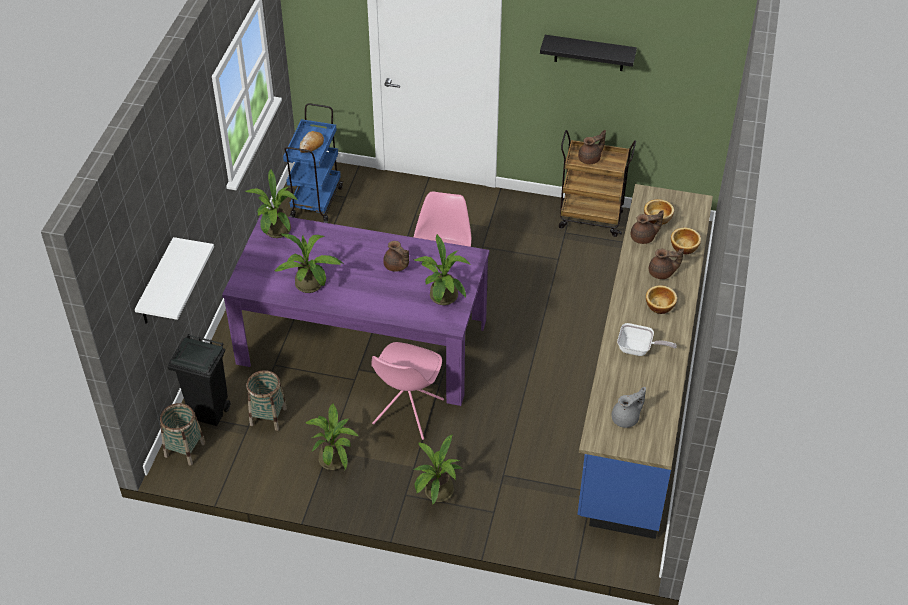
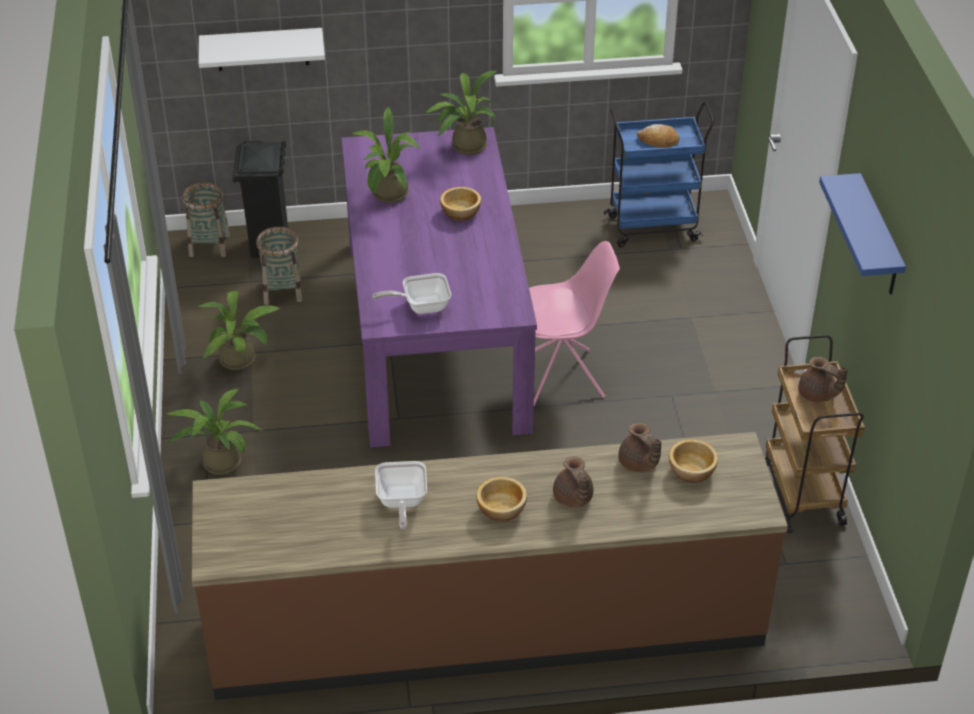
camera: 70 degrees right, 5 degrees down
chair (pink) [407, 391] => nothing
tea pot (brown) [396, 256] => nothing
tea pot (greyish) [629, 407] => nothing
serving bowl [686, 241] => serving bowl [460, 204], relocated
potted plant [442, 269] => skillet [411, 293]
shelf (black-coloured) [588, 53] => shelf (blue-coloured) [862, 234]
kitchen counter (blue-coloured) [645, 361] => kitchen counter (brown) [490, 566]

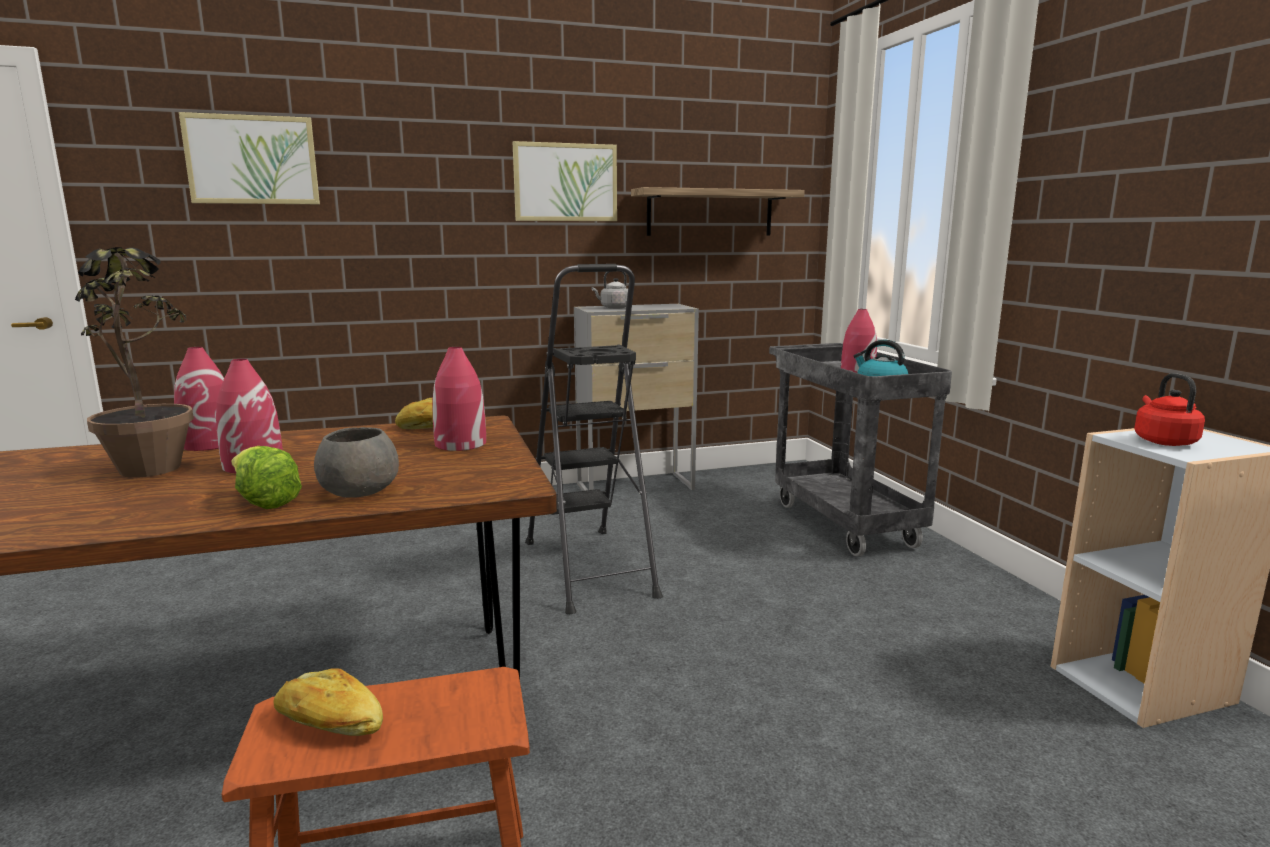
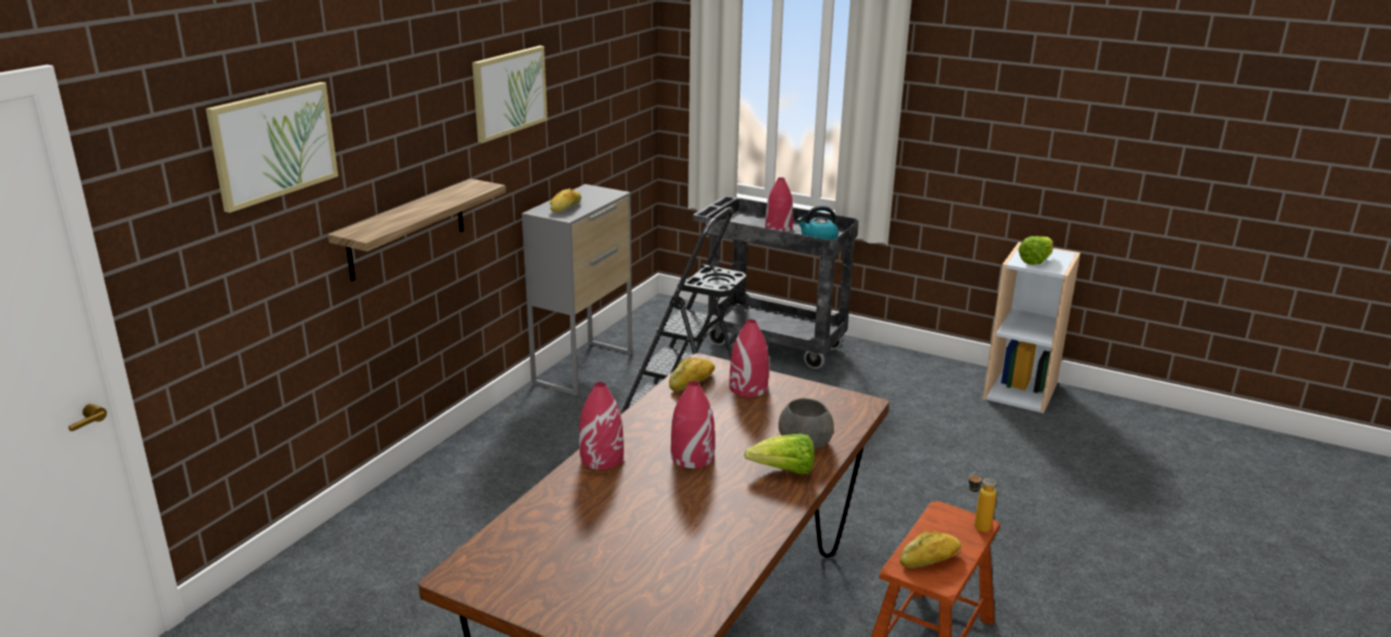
camera: 45 degrees left, 10 degrees up
potted plant [134, 362] => nothing
nothing => drink bottle [982, 502]
shelf [718, 211] => shelf [417, 230], relocated
tea kettle (greyish) [610, 290] => bakery bread [565, 200]
tea kettle (red) [1169, 409] => lettuce [1035, 250]

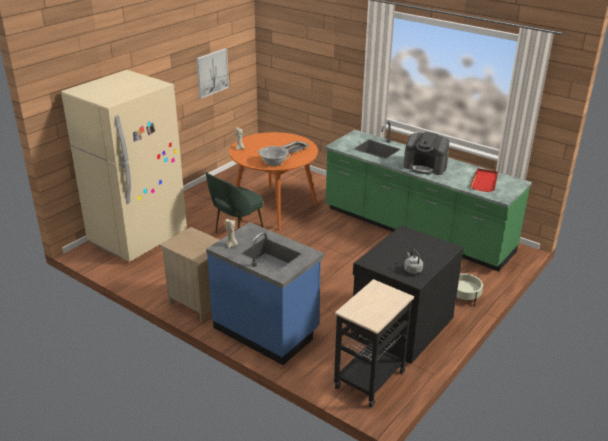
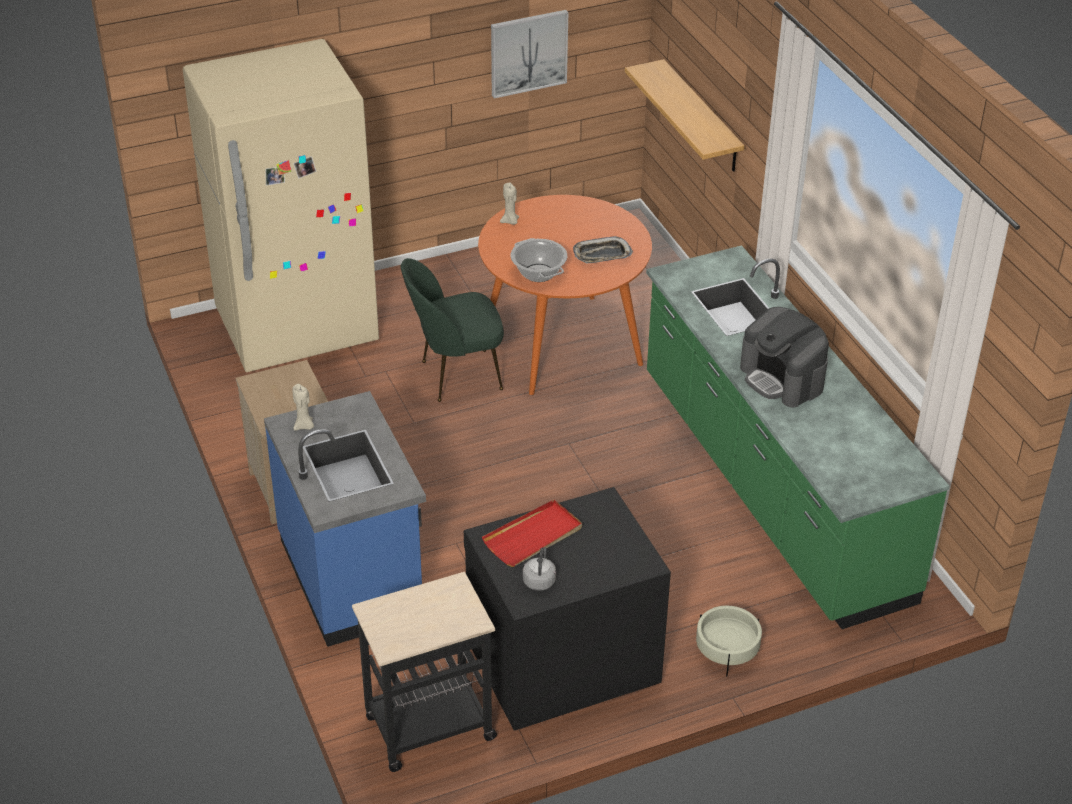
camera: 30 degrees right, 10 degrees up
nothing => shelf [685, 115]
carrying tray (red) [484, 180] => carrying tray (red) [532, 533], relocated

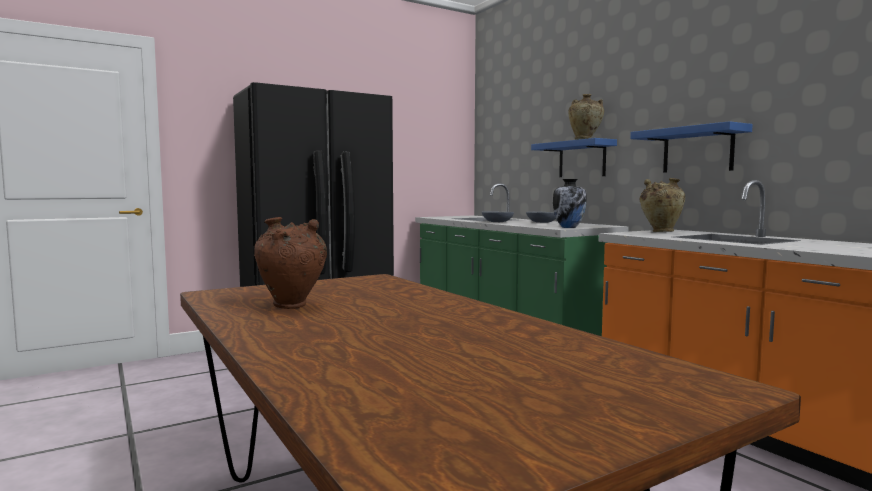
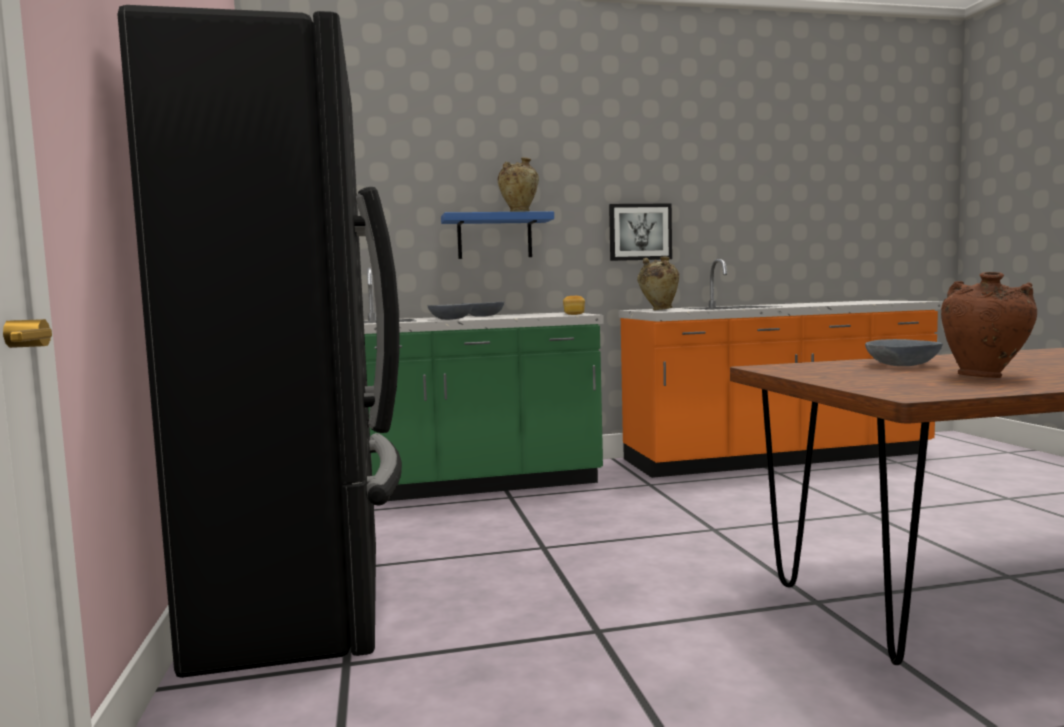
camera: 70 degrees left, 0 degrees up
nothing => serving bowl (greyish) [904, 352]
vase [570, 203] => bakery bread [574, 305]
shelf (blue-coloured) [691, 147] => wall picture [640, 232]

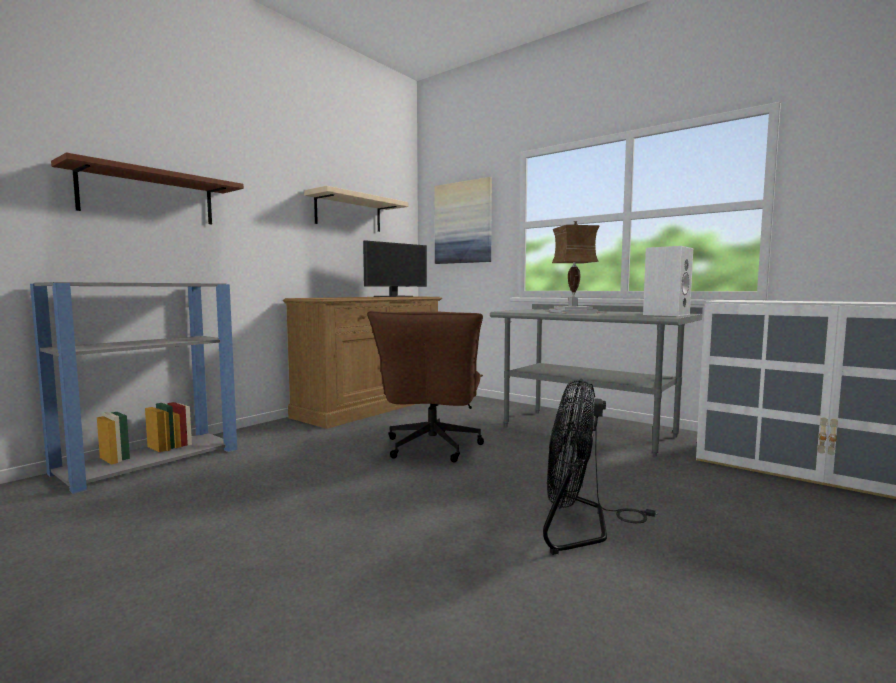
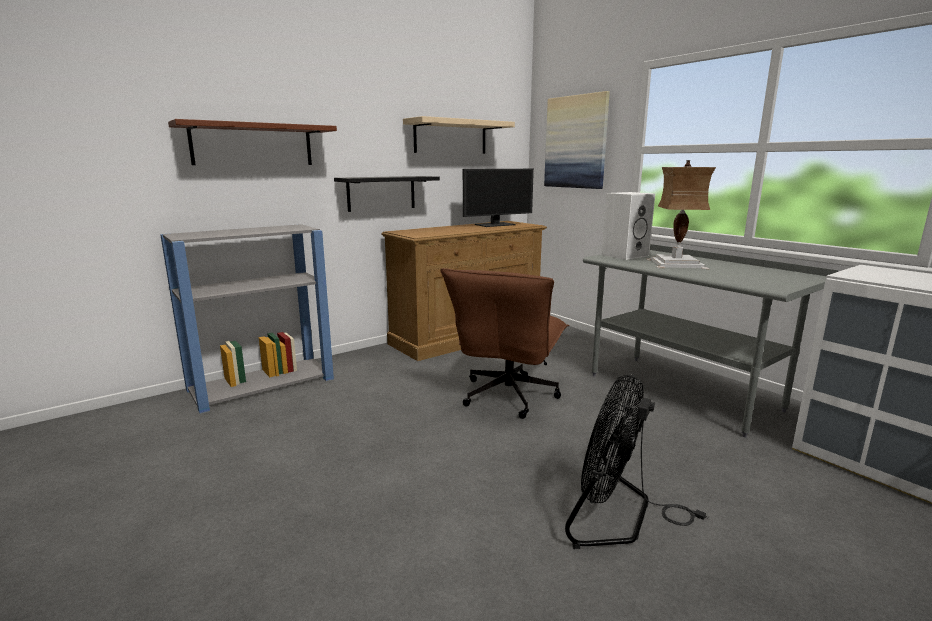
camera: 15 degrees right, 10 degrees up
nothing => shelf (black-coloured) [387, 194]
loudspeaker (white-coloured) [668, 281] => loudspeaker (white-coloured) [628, 226], relocated

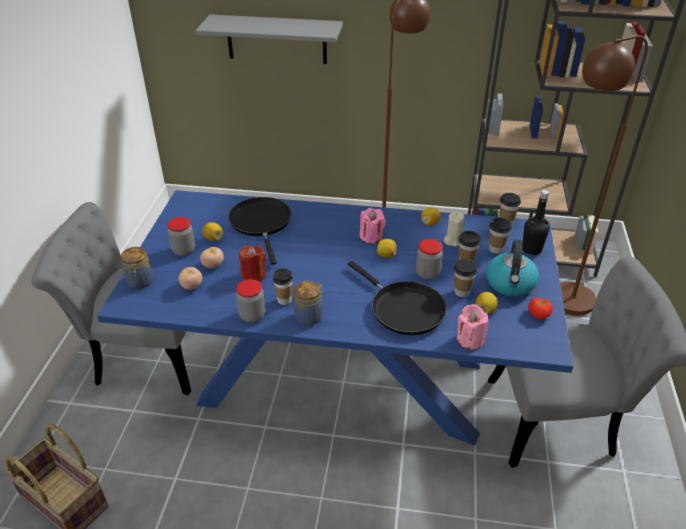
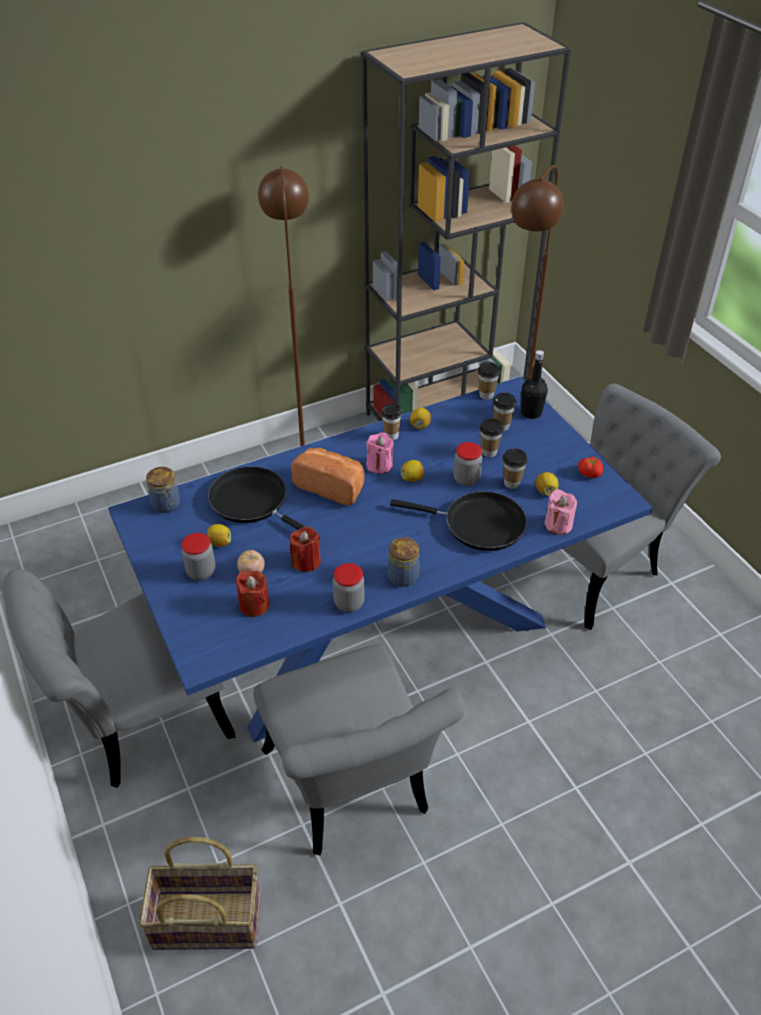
camera: 35 degrees left, 5 degrees up
shelf (greyish) [269, 39] => nothing
candle (beige-coloured) [454, 229] => nothing
tea kettle [512, 268] => nothing
nothing => chair (greyish) [359, 749]
nothing => bakery bread [328, 477]
preserve jar [137, 268] => preserve jar [163, 490], relocated
drinking cup [283, 287] => drinking cup [392, 422], relocated
whole tomato [190, 278] => candle (red) [252, 593]

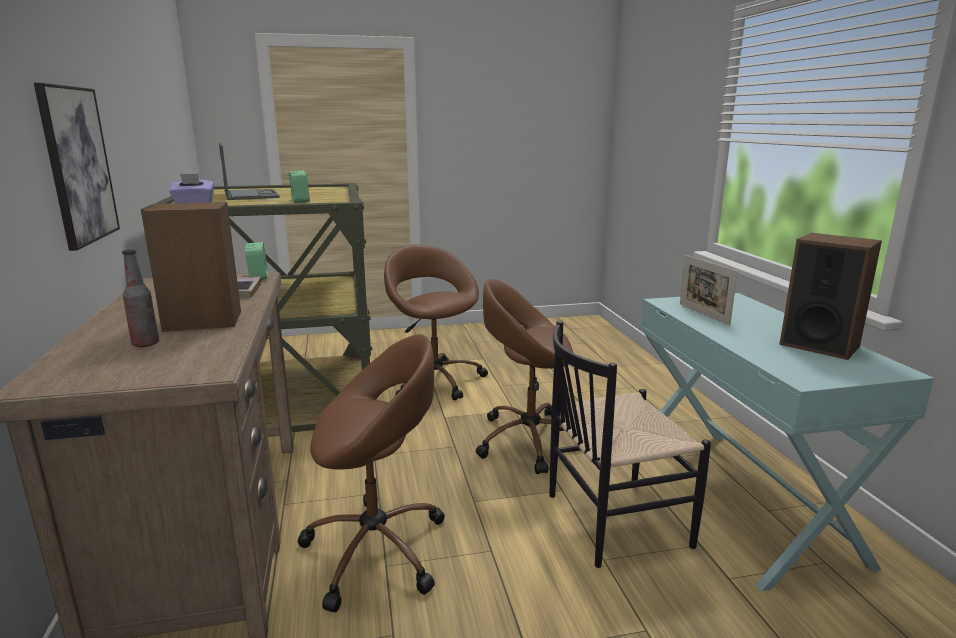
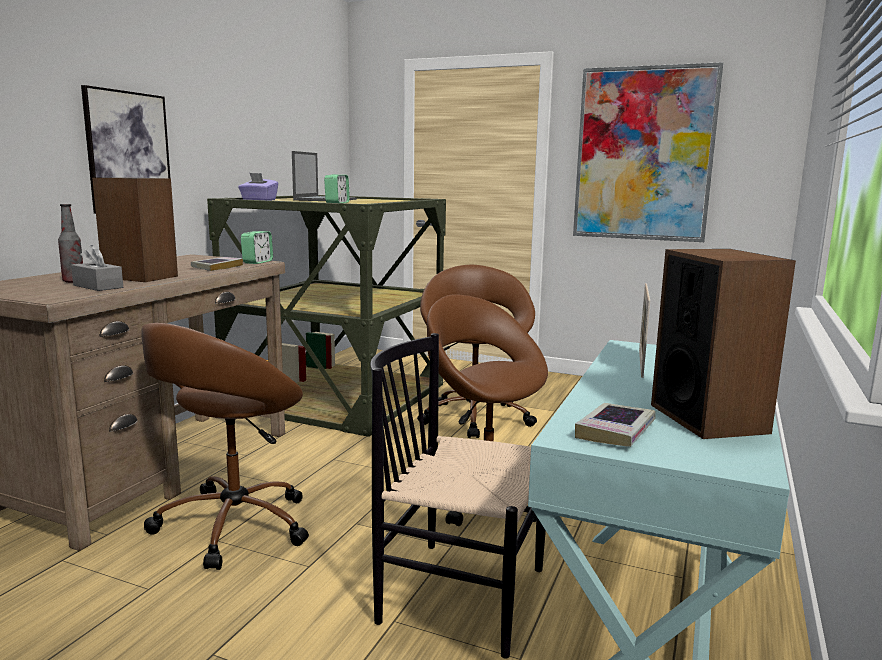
camera: 35 degrees right, 5 degrees down
nothing => tissue holder (greyish) [97, 268]
nothing => wall picture [648, 152]
nothing => bound book [615, 425]
computer chair (brown) [371, 473] => computer chair (brown) [225, 446], 90 degrees clockwise

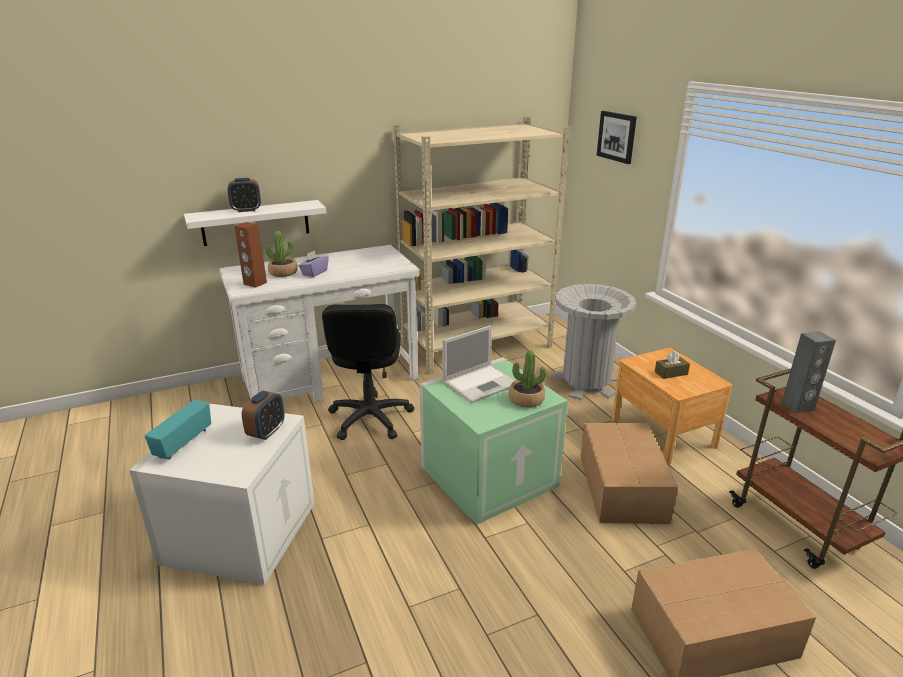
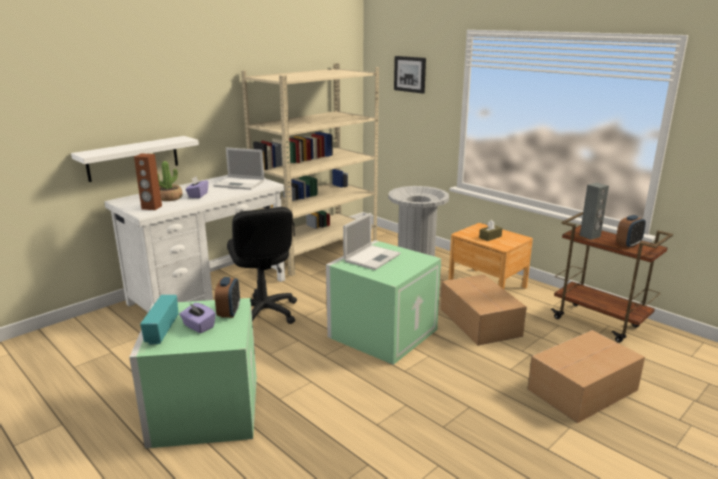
camera: 20 degrees left, 5 degrees down
potted plant [527, 379] => nothing
nothing => tissue holder (purple) [197, 318]
nothing => notebook computer [239, 168]
table clock [244, 195] => table clock [631, 231], relocated
storage container (white-coloured) [222, 494] => storage container (greenish) [193, 373]

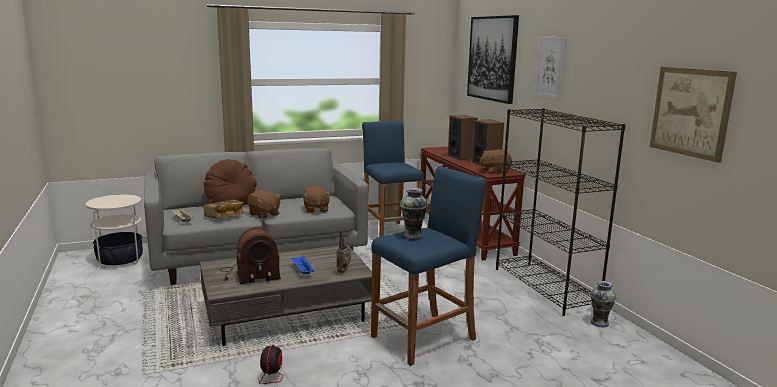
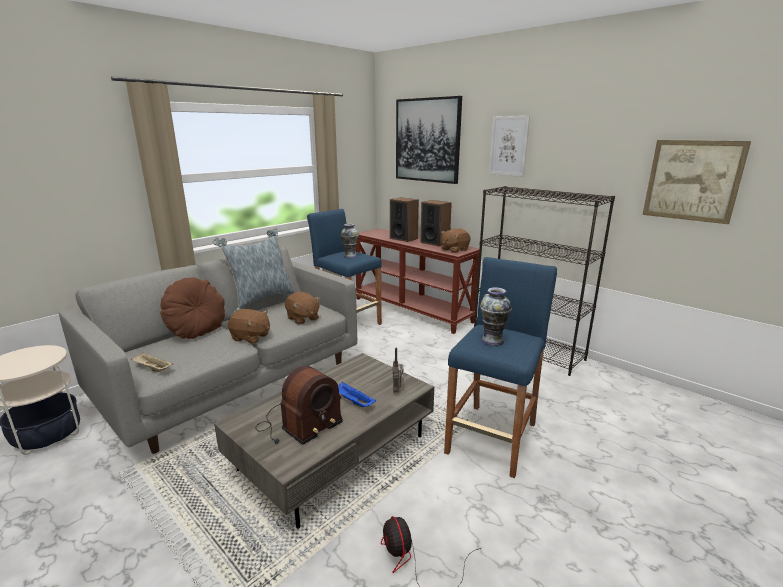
camera: 25 degrees left, 5 degrees up
bound book [224, 209] => nothing
nothing => cushion [253, 271]
vase [603, 304] => vase [350, 240], relocated

